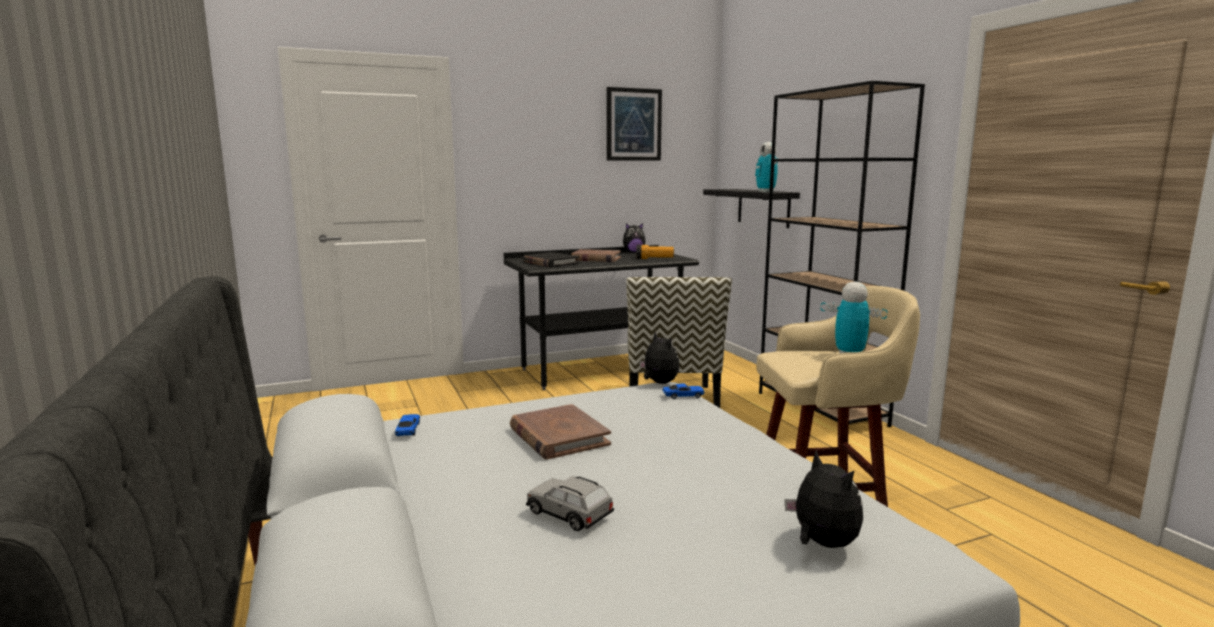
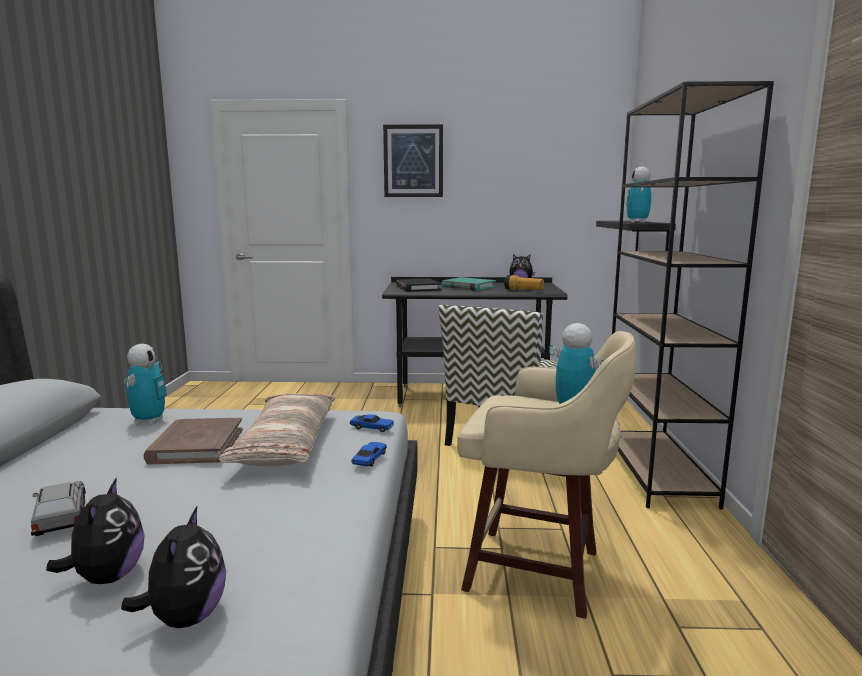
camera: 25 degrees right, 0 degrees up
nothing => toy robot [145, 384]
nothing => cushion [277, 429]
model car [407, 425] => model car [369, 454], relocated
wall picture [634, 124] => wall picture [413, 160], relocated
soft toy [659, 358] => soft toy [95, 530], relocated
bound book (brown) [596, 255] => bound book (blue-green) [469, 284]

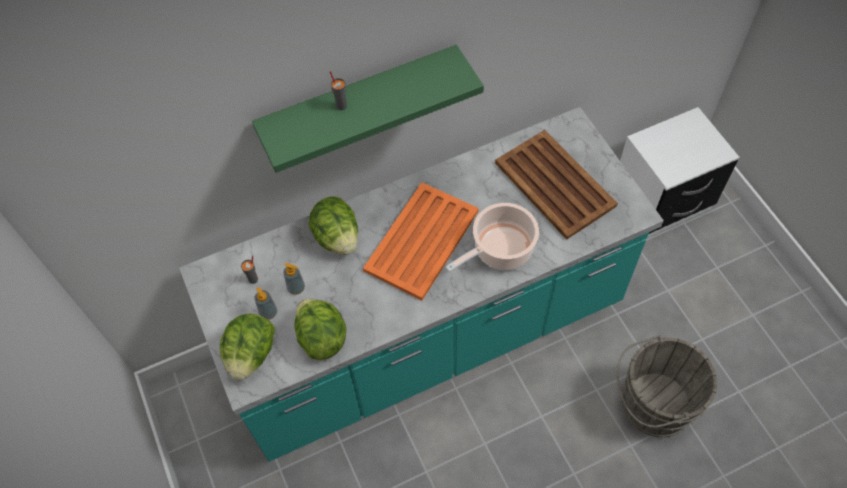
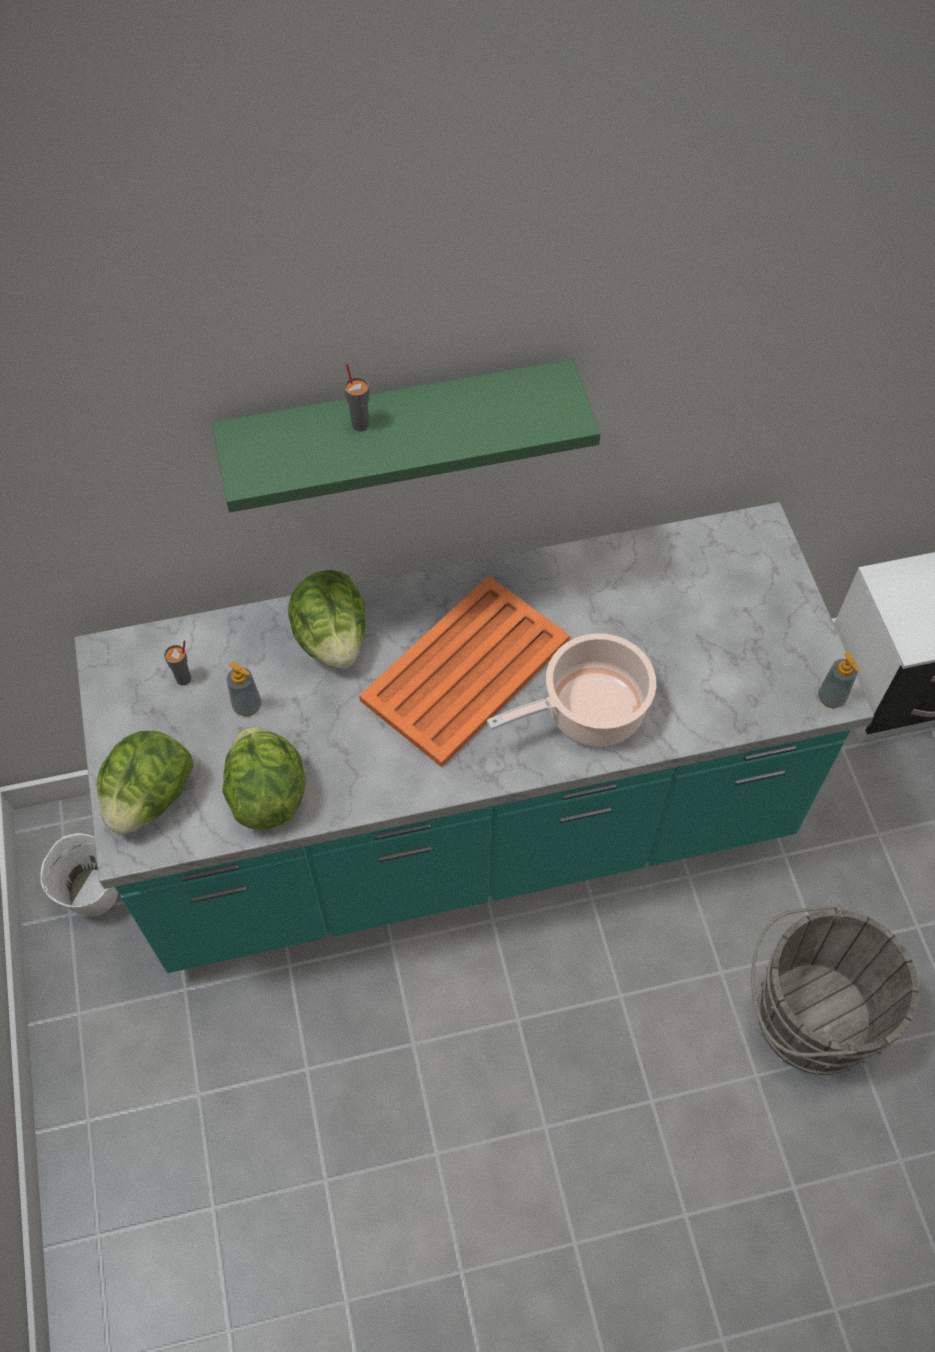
camera: 10 degrees right, 0 degrees up
carrying tray (brown) [556, 185] => nothing
nothing => water bucket (white-coloured) [79, 875]
liquid soap bottle [265, 303] => liquid soap bottle [839, 680], relocated

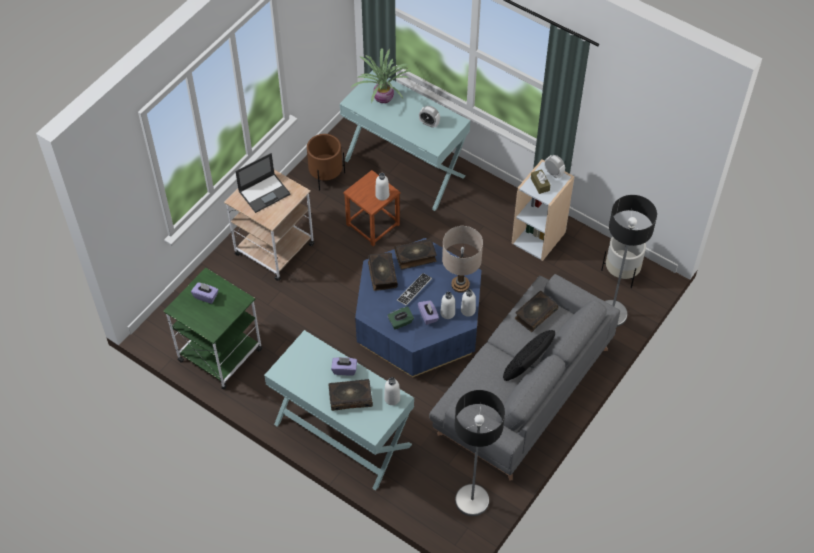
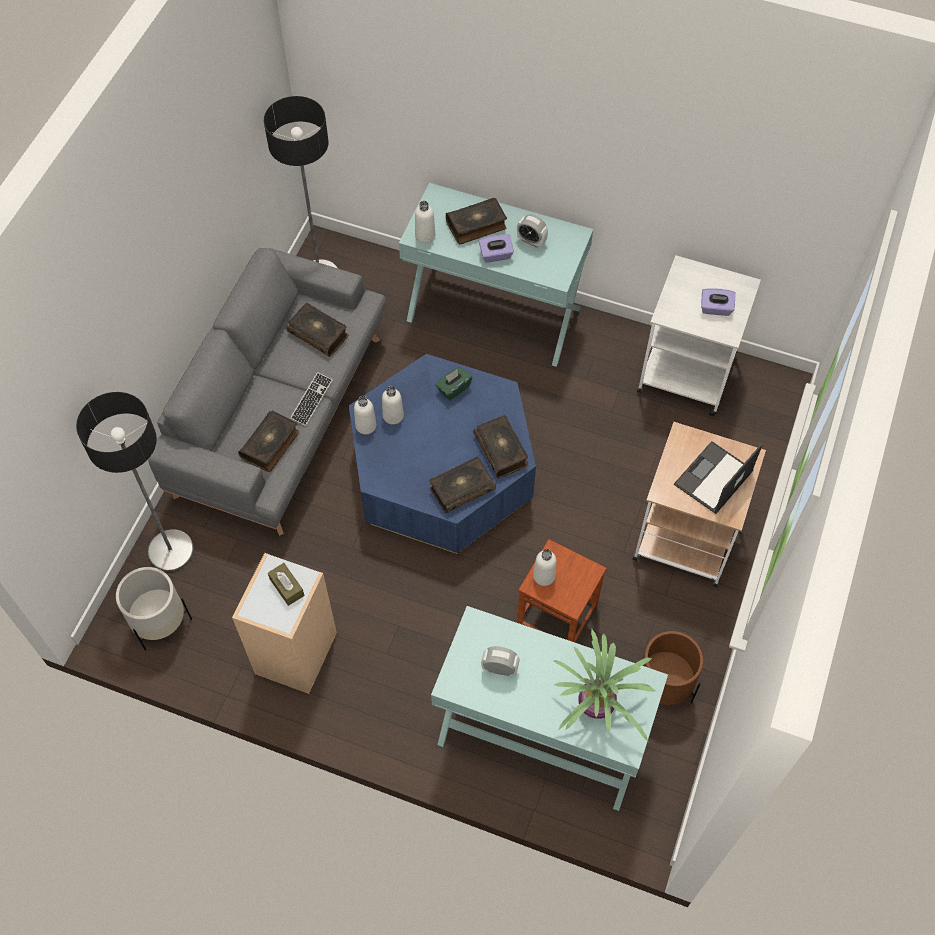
camera: 165 degrees right, 5 degrees up
tissue holder (purple) [428, 312] => nothing
lamp for a table (beige-coloured) [462, 259] => nothing
cushion (black-coloured) [529, 355] => nothing
nothing => bound book [317, 330]
keyboard [414, 289] => keyboard [311, 399], relocated
table clock [555, 167] => table clock [532, 231], relocated
wheeled cart (greenish) [212, 329] => wheeled cart (white-coloured) [699, 335]

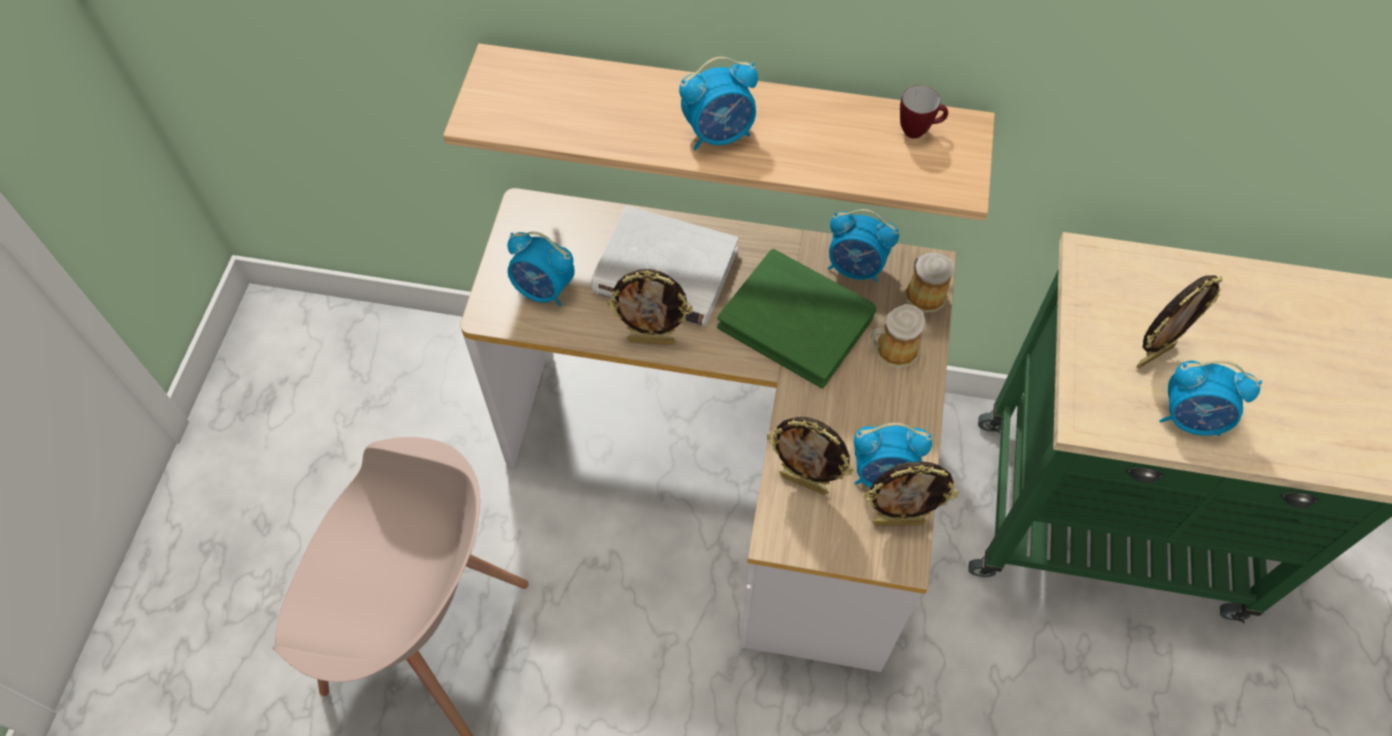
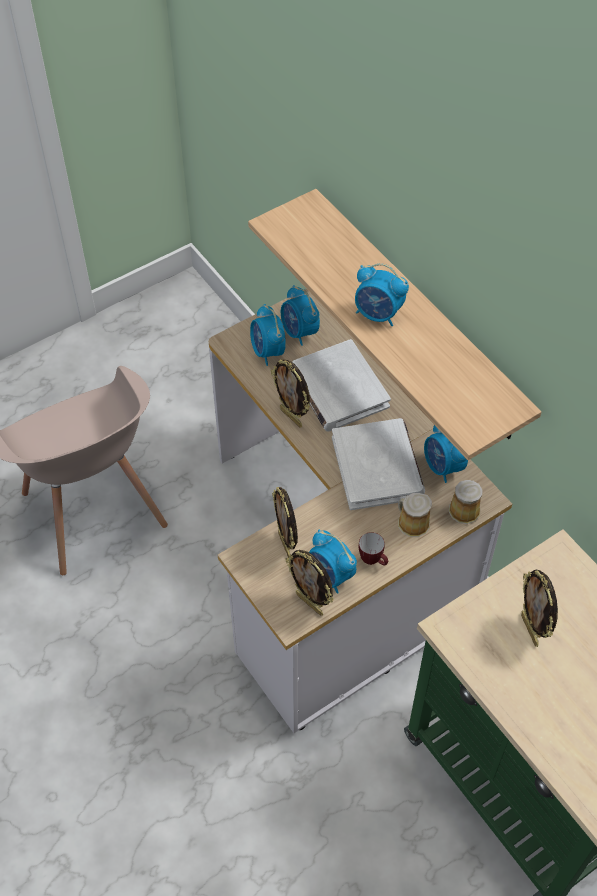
camera: 45 degrees right, 5 degrees down
tea mug [924, 112] => tea mug [373, 548], relocated
table clock [1210, 398] => table clock [300, 315], relocated
bound book (greenish) [796, 318] => bound book (white-coloured) [378, 464]
picture frame [1179, 322] => picture frame [539, 608], 60 degrees clockwise

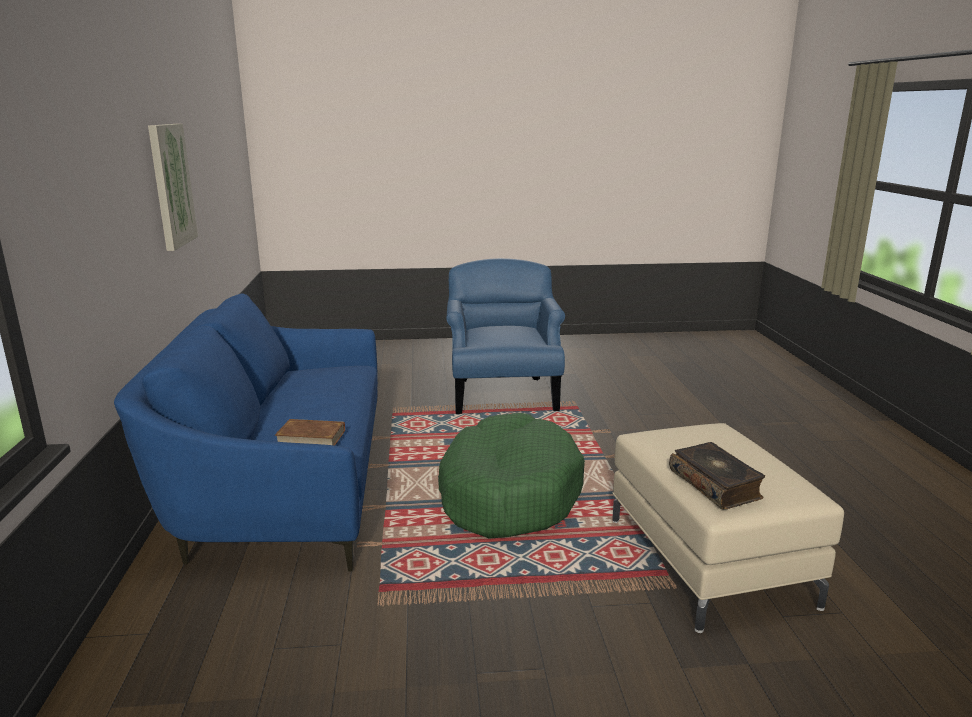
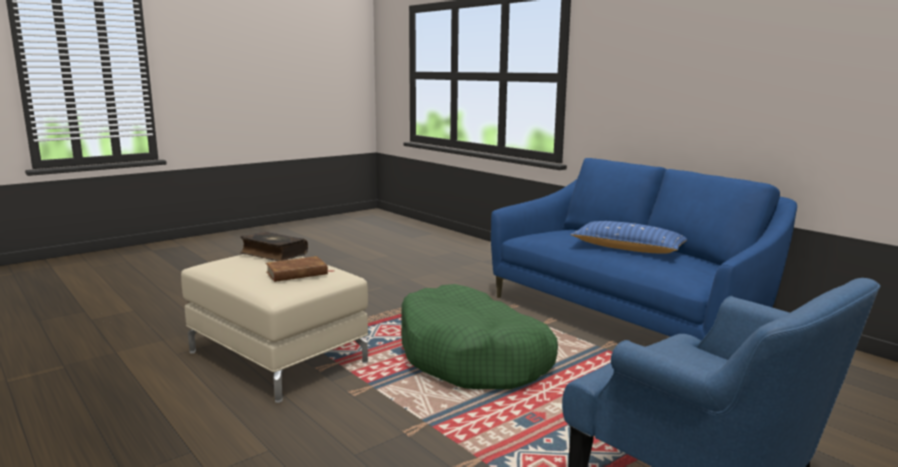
camera: 145 degrees right, 5 degrees down
wall picture [173, 187] => nothing
nothing => cushion (blue-coloured) [628, 237]
bound book (brown) [310, 432] => bound book (brown) [297, 269], relocated

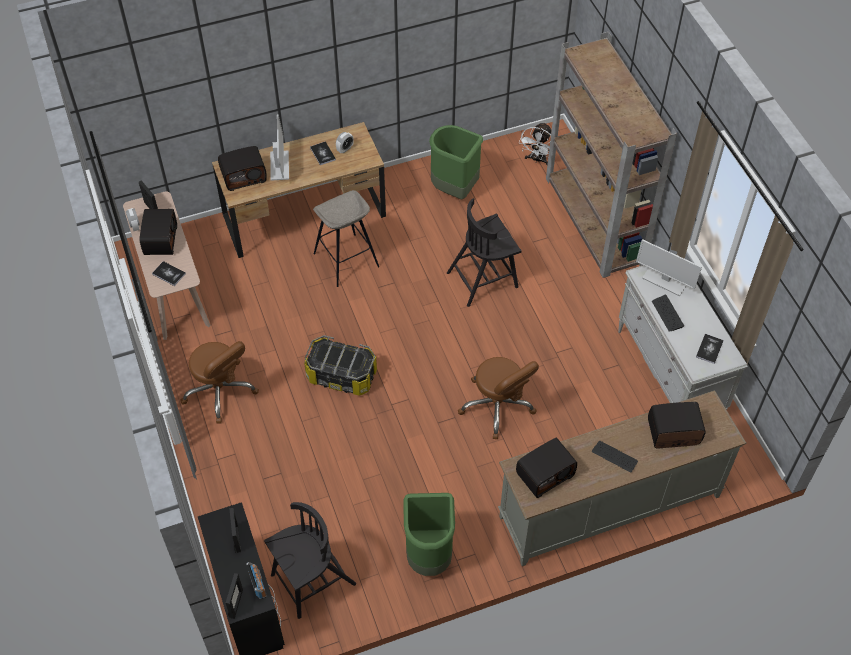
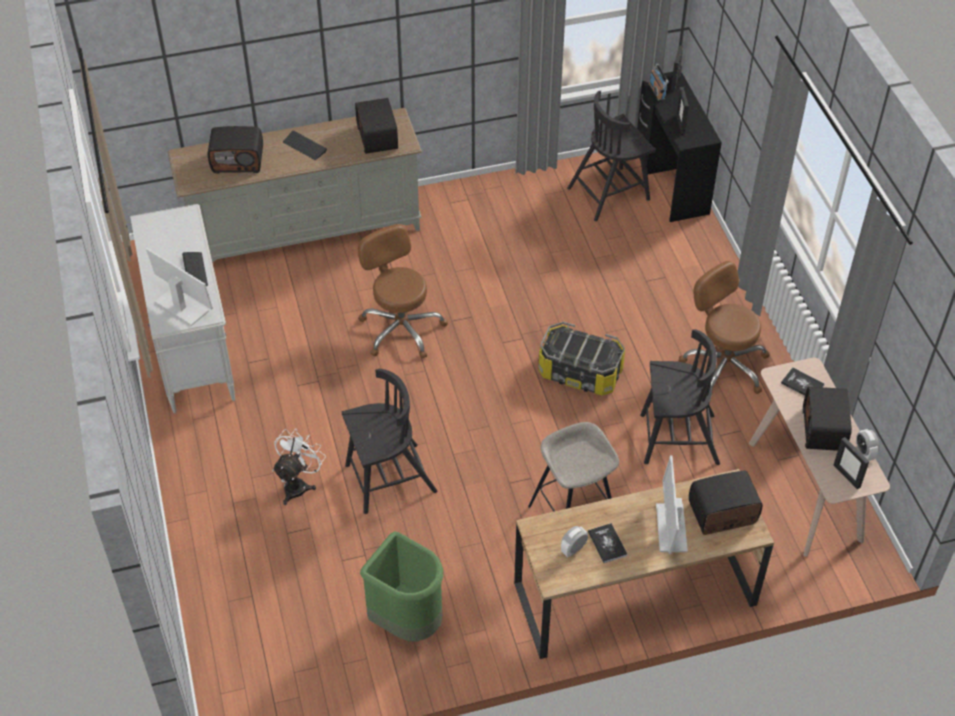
camera: 175 degrees left, 5 degrees down
trash can (greenish) [429, 534] => nothing
bookcase (brown) [611, 155] => nothing
bound book [710, 349] => nothing
nothing => chair (black-coloured) [680, 397]
fan (white-coloured) [535, 144] => fan (white-coloured) [299, 467], relocated
radio receiver [546, 468] => radio receiver [376, 126], 75 degrees counterclockwise

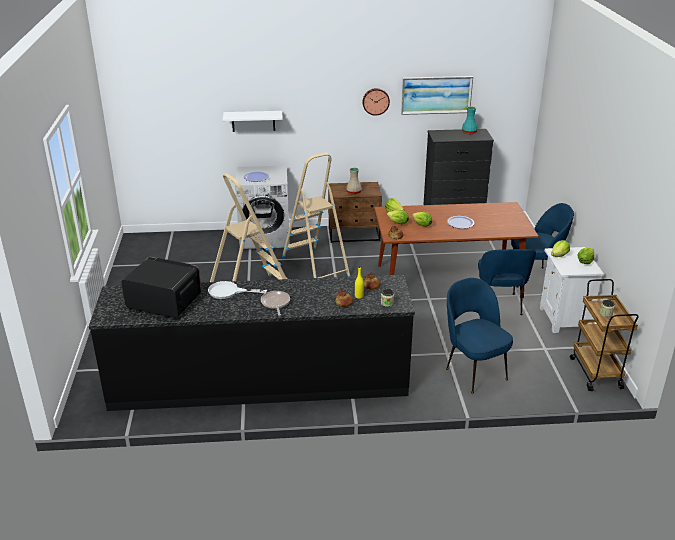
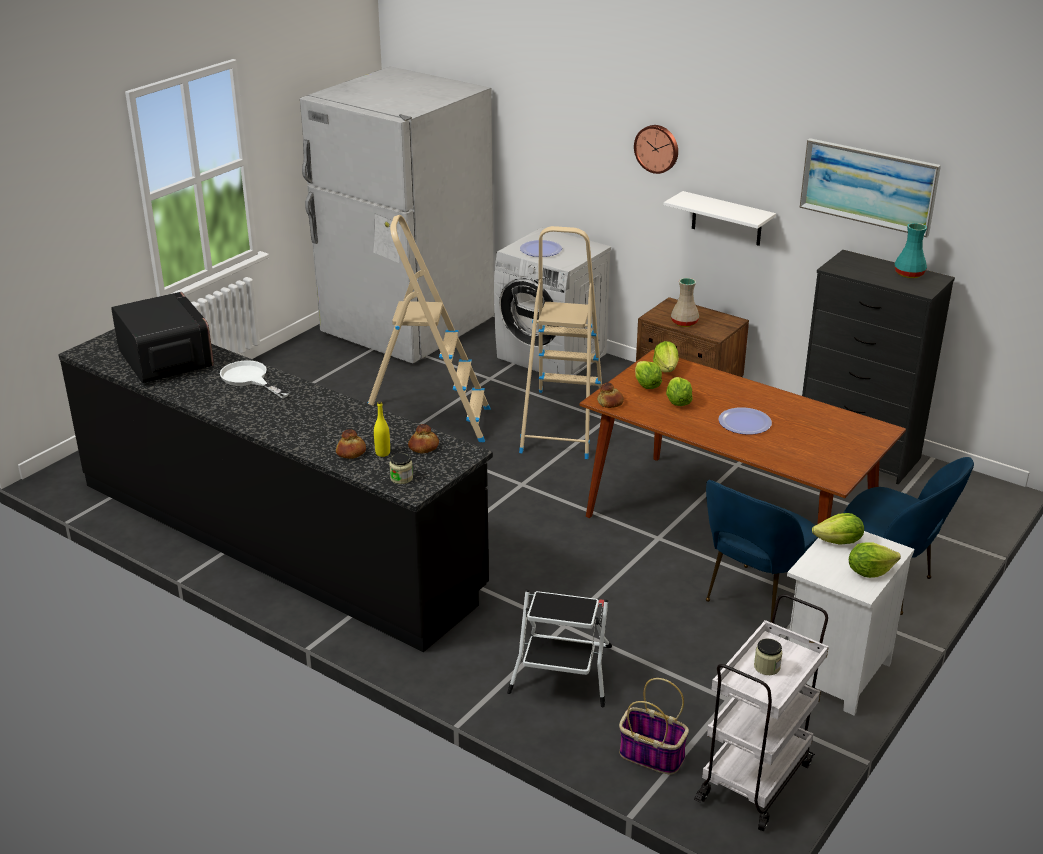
camera: 40 degrees right, 0 degrees up
skillet [275, 303] => nothing
nothing => kitchen fridge (white-coloured) [397, 214]
nothing => basket [654, 726]
shelf (white-coloured) [253, 121] => shelf (white-coloured) [720, 218], relocated
clock on the wall [376, 102] => clock on the wall [656, 149], relocated
chair (blue-coloured) [479, 336] => stepladder [559, 648]
wheeled cart (brown) [604, 335] => wheeled cart (white-coloured) [761, 712]

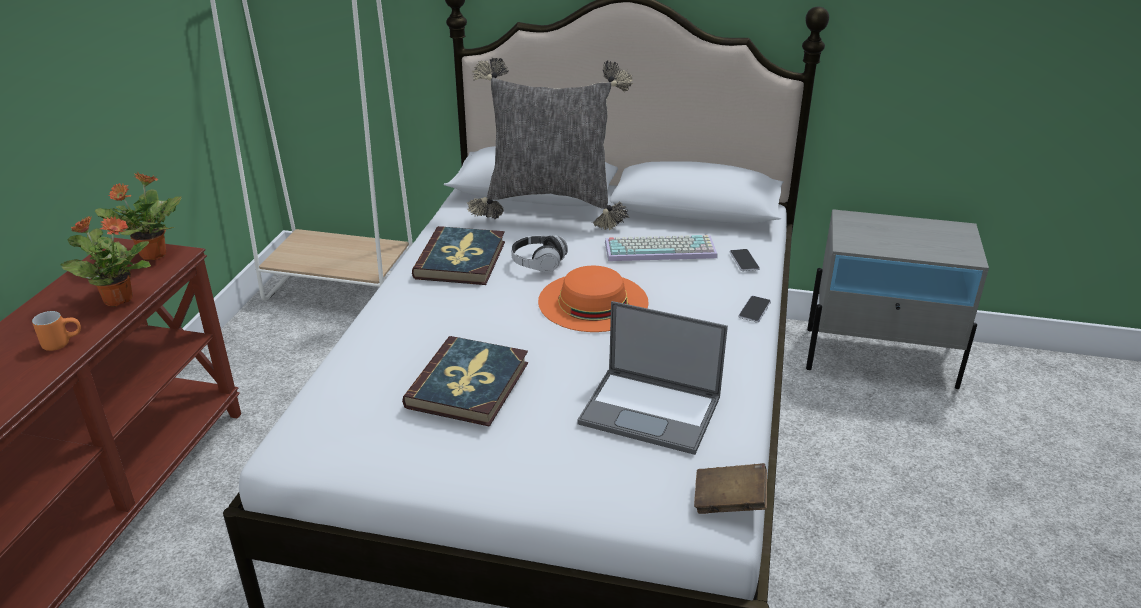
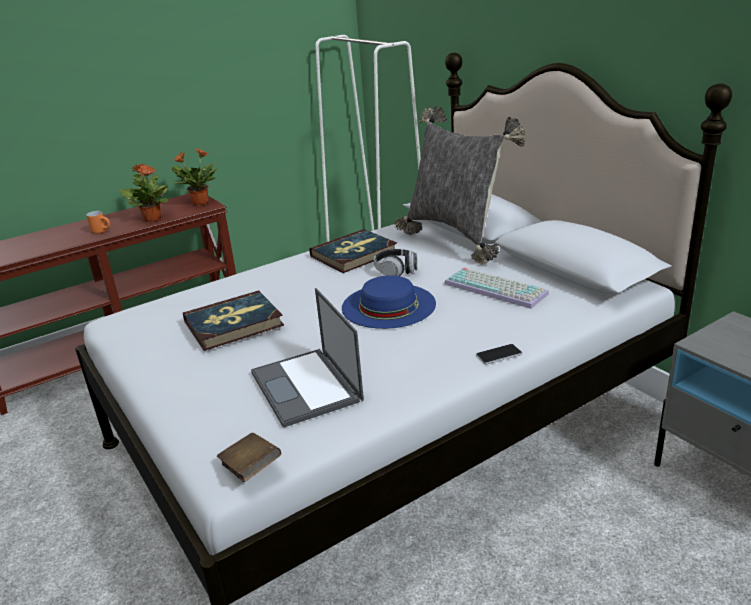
camera: 45 degrees right, 5 degrees down
handset [745, 260] => nothing
wearable hat (orange-coloured) [593, 299] => wearable hat (blue-coloured) [389, 302]

